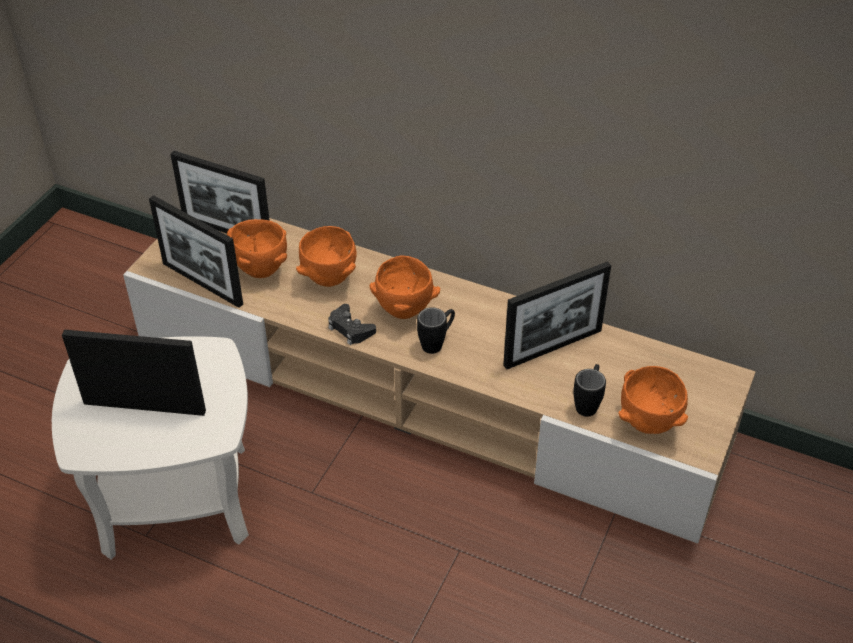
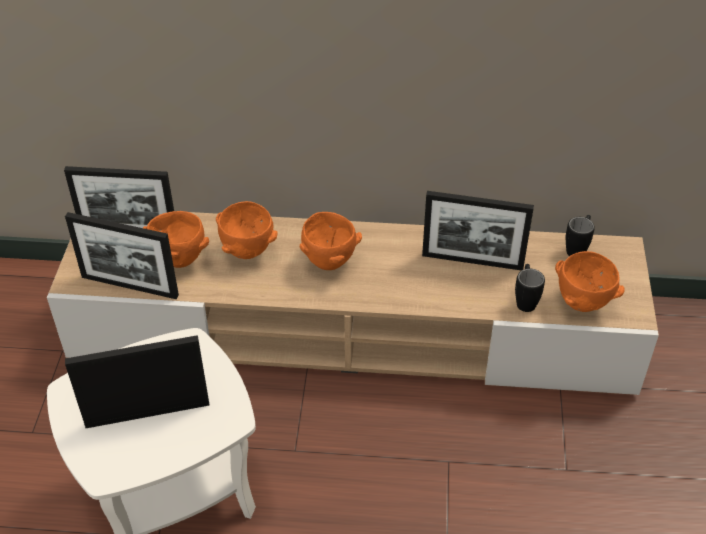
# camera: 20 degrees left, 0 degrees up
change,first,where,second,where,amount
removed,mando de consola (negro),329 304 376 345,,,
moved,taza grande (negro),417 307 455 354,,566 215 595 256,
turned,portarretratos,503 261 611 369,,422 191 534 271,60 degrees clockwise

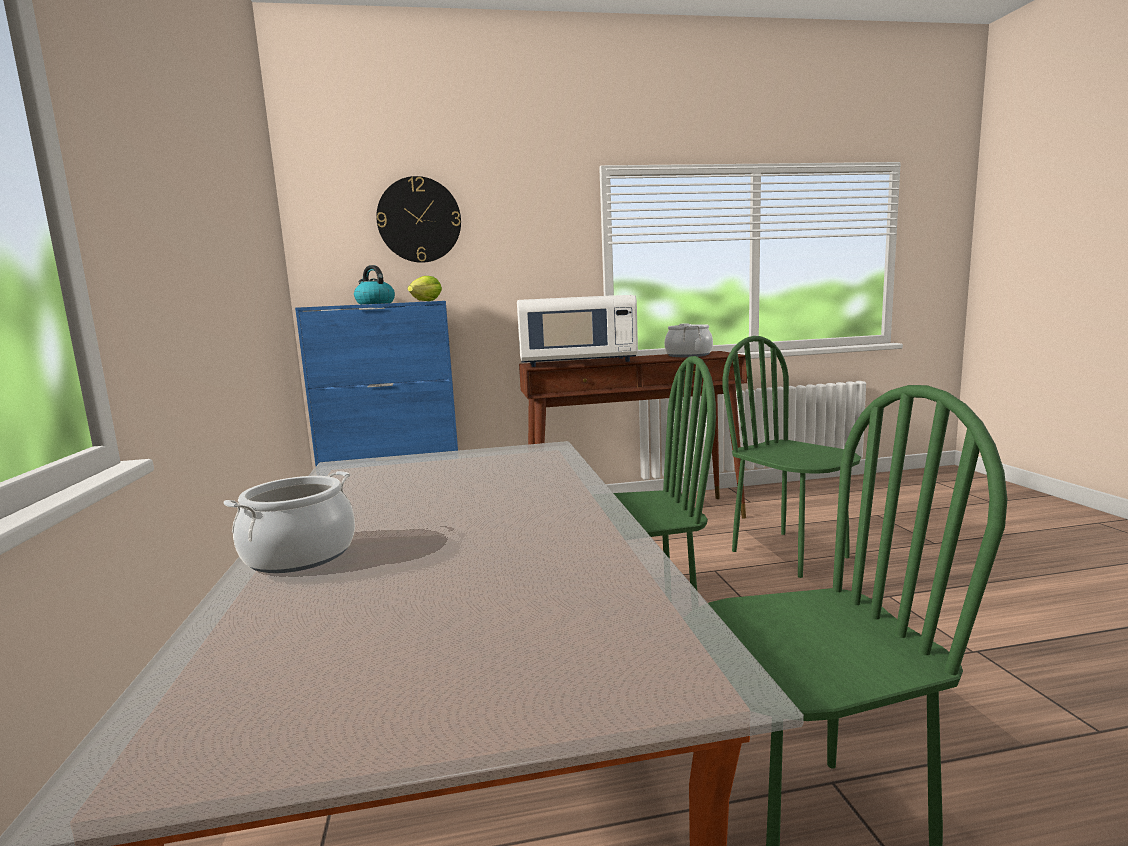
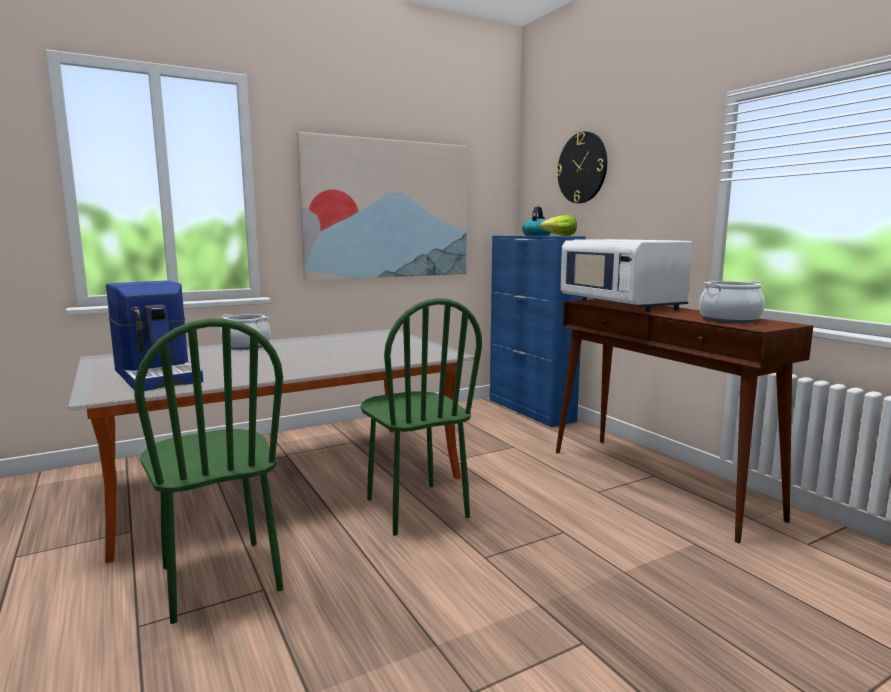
# camera: 70 degrees right, 0 degrees up
change,first,where,second,where,amount
removed,silla (verde),723 336 861 578,,,
added,,,cafetera,106 280 203 391,
added,,,cuadro,297 132 467 281,

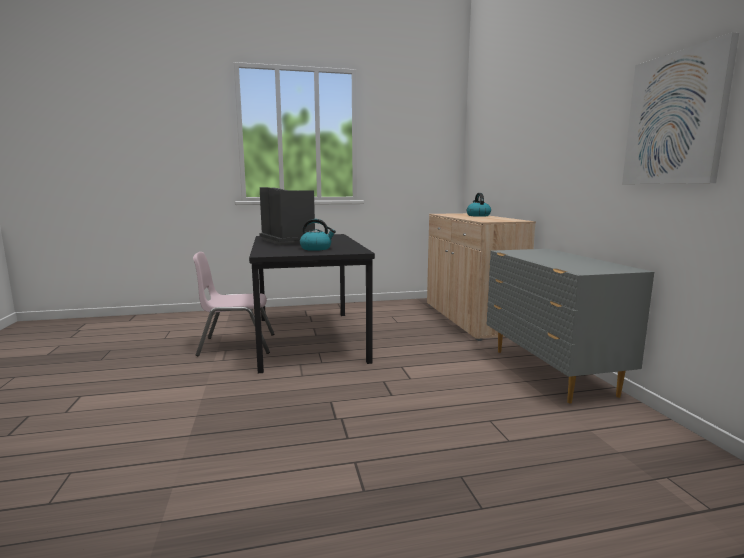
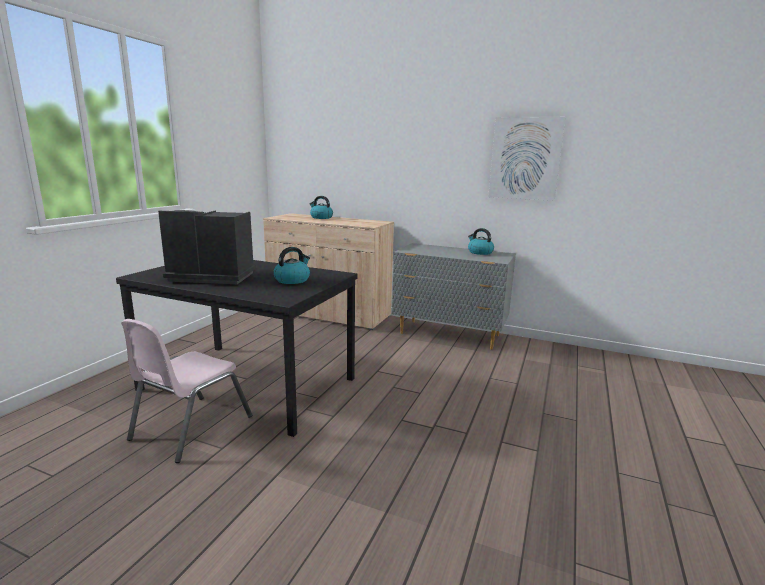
# camera: 55 degrees left, 5 degrees up
change,first,where,second,where,amount
added,,,hervidor,468 228 494 255,

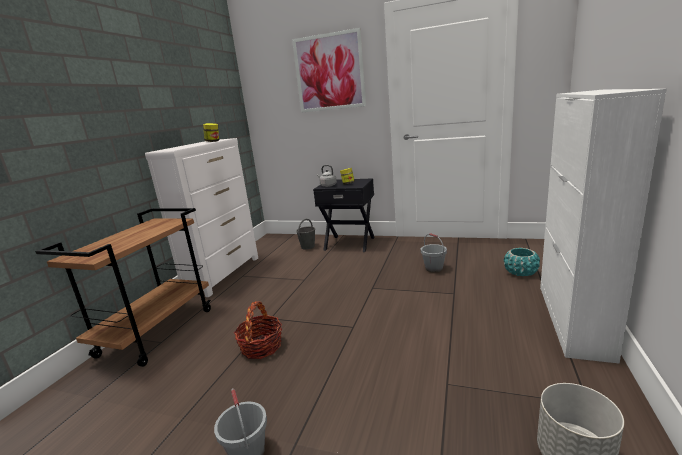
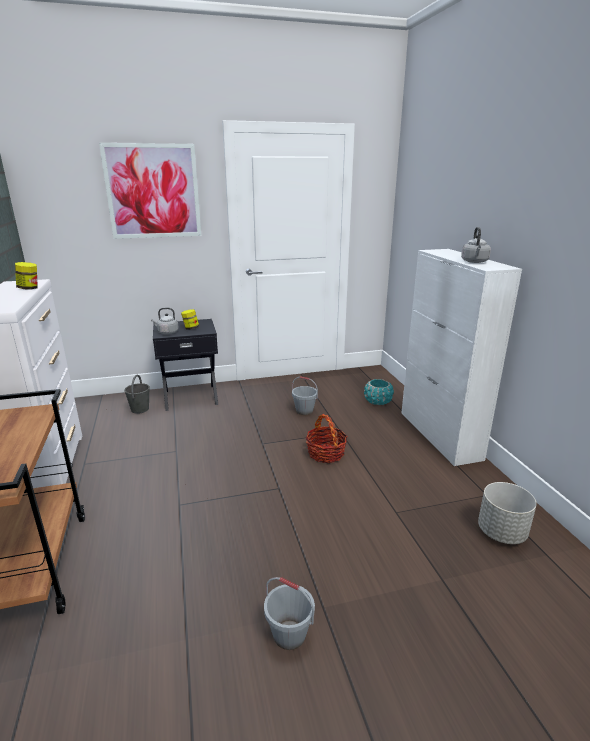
# camera: 35 degrees left, 5 degrees up
change,first,where,second,where,amount
moved,cesta,234 301 282 359,,305 414 347 463,
added,,,hervidor (gris),461 227 491 263,

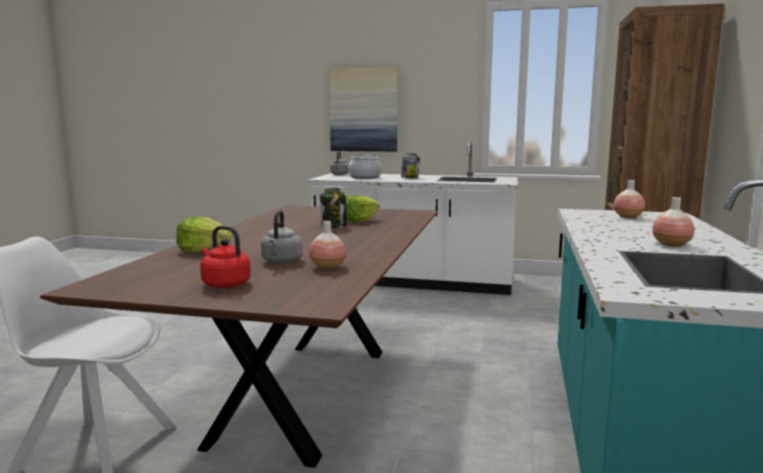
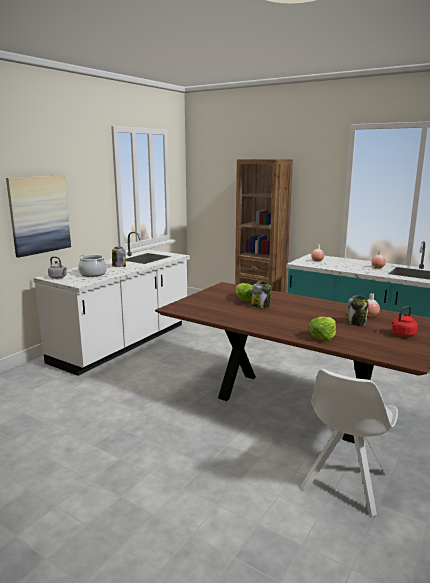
# camera: 70 degrees left, 5 degrees up
change,first,where,second,where,amount
replaced,hervidor (gris),261 210 303 264,tarro,347 295 369 326,

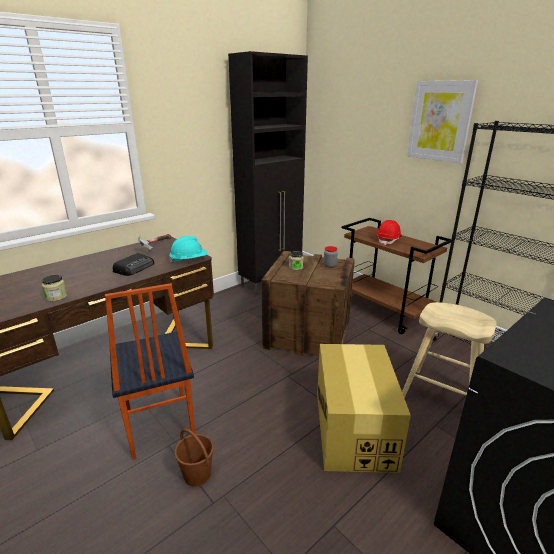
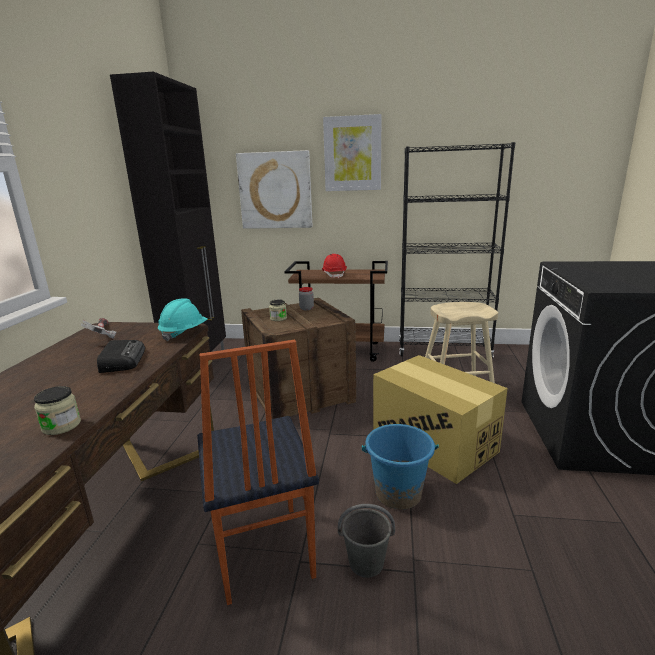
# camera: 40 degrees left, 5 degrees down
change,first,where,second,where,amount
turned,silla,105 283 195 460,,197 340 319 605,45 degrees clockwise
recoloured,cubo (marrón),175 428 214 487,cubo (gris),338 504 395 578,
added,,,cuadro,236 150 313 229,
added,,,cubo (azul),362 424 439 510,

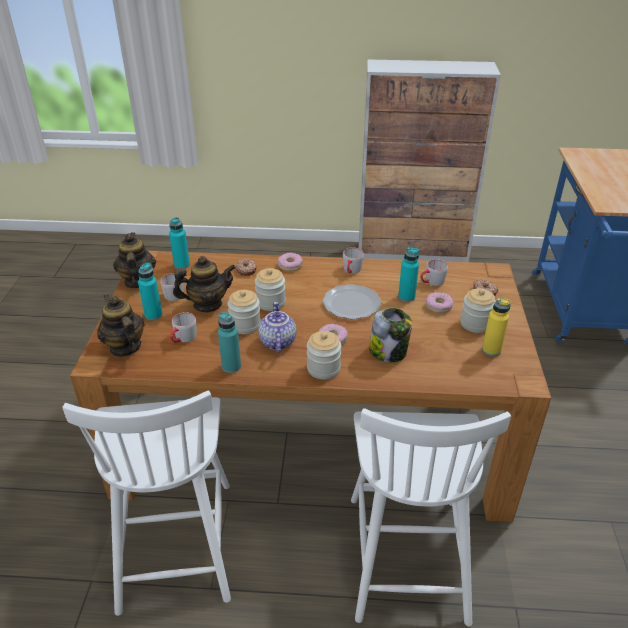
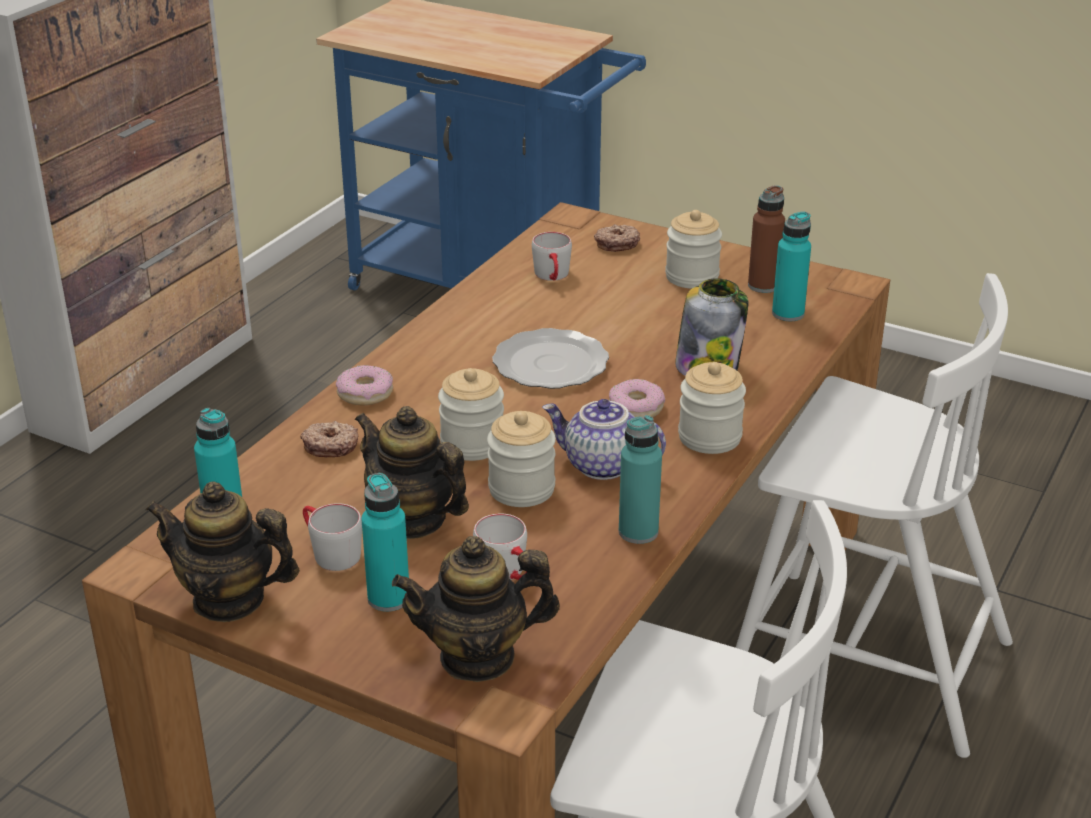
# camera: 65 degrees left, 5 degrees down
change,first,where,second,where,amount
turned,tetera,173 256 236 312,,355 406 469 539,60 degrees counterclockwise
removed,taza grande (gris),343 248 364 274,,,
moved,botella (turquesa),398 247 419 302,,772 211 811 321,
removed,rosquilla,426 292 454 313,,,
recoloured,botella (amarillo),482 298 511 356,botella (marrón),748 185 785 293,

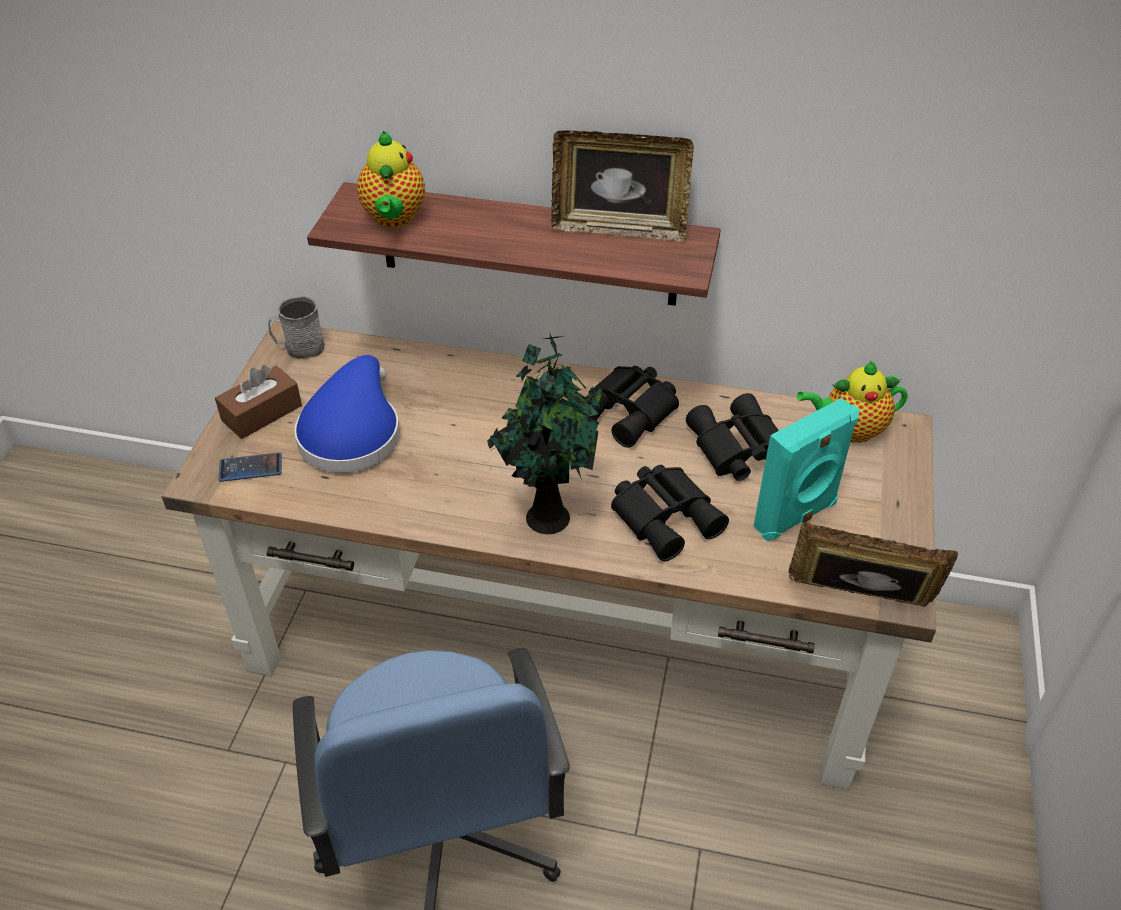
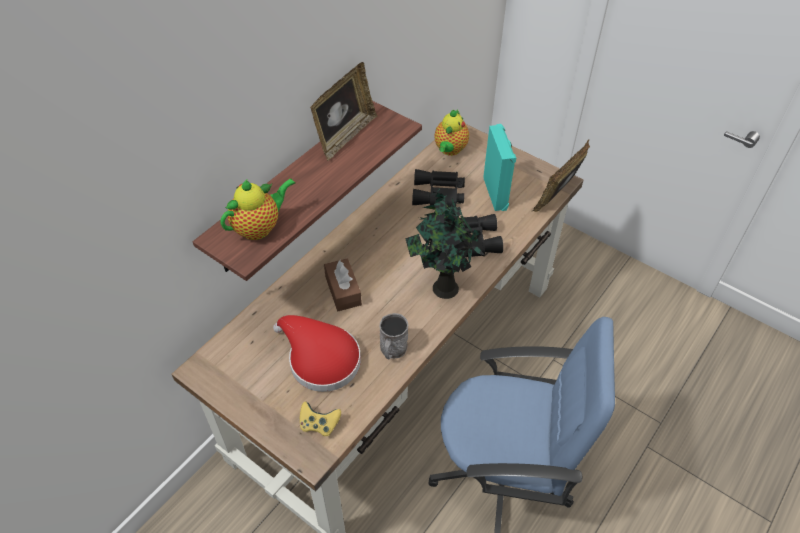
# camera: 65 degrees left, 5 degrees up
change,first,where,second,where,amount
moved,caja de pañuelos (marrón),215 365 302 439,,324 258 362 311,
replaced,móvil,219 452 282 482,mando de consola (amarillo),300 401 341 436,
moved,taza grande (gris),268 296 325 359,,380 313 408 359,
recoloured,sombrero (azul),294 355 400 473,sombrero (rojo),273 315 361 392,
turned,tetera,357 131 425 228,,220 178 295 240,60 degrees counterclockwise
removed,prismáticos (negro),586 366 679 448,,,

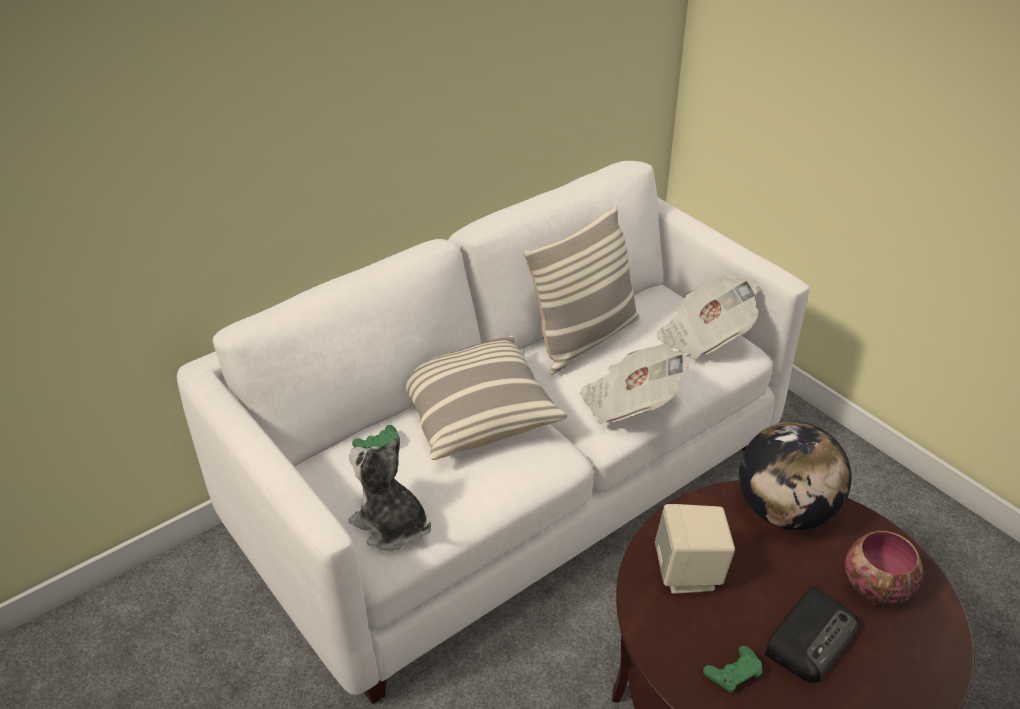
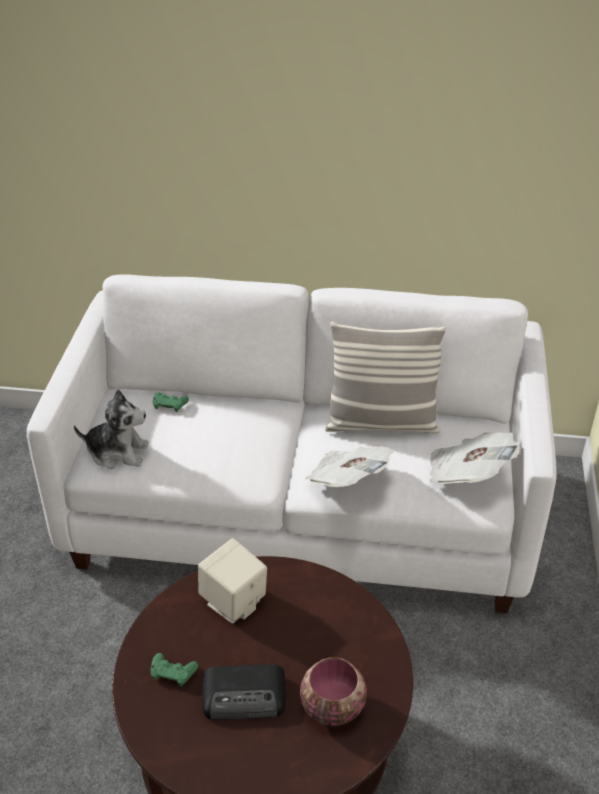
# camera: 45 degrees right, 0 degrees up
change,first,where,second,where,amount
turned,peluche,348 436 431 551,,74 389 149 469,105 degrees clockwise
removed,cojín,406 335 567 460,,,
removed,globo terráqueo,739 422 851 530,,,

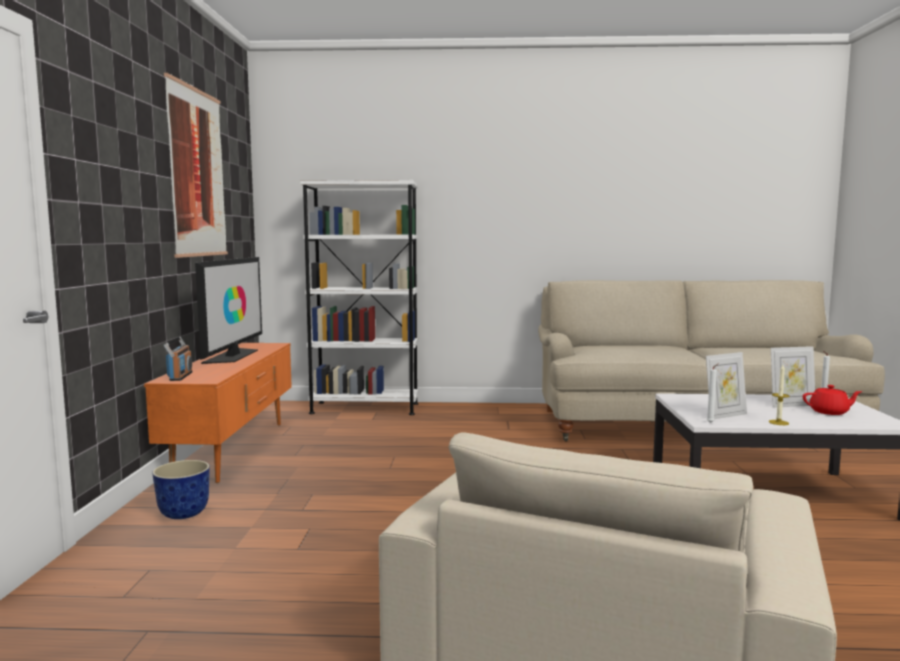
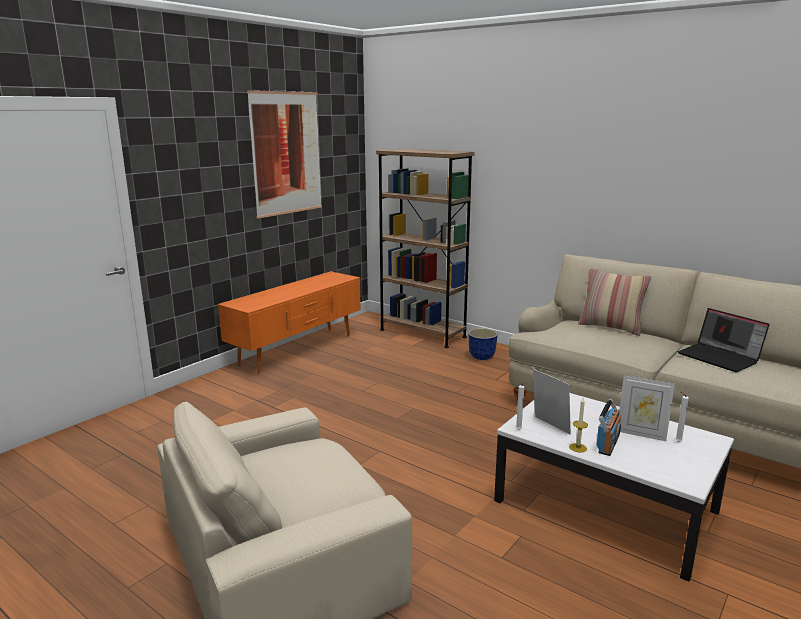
# camera: 35 degrees right, 10 degrees up
change,first,where,second,where,amount
moved,maceta,152 460 210 519,,468 328 498 360,
moved,radio,164 337 192 381,,597 399 621 456,
removed,televisor,195 257 262 364,,,
recoloured,estantería (blanco),300 180 419 415,estantería (marrón),376 149 475 348,
turned,portarretratos,706 352 747 419,,533 369 571 435,135 degrees counterclockwise
removed,tetera (rojo),803 385 862 415,,,
added,,,cojín,578 268 651 336,
added,,,portátil,678 308 770 372,

